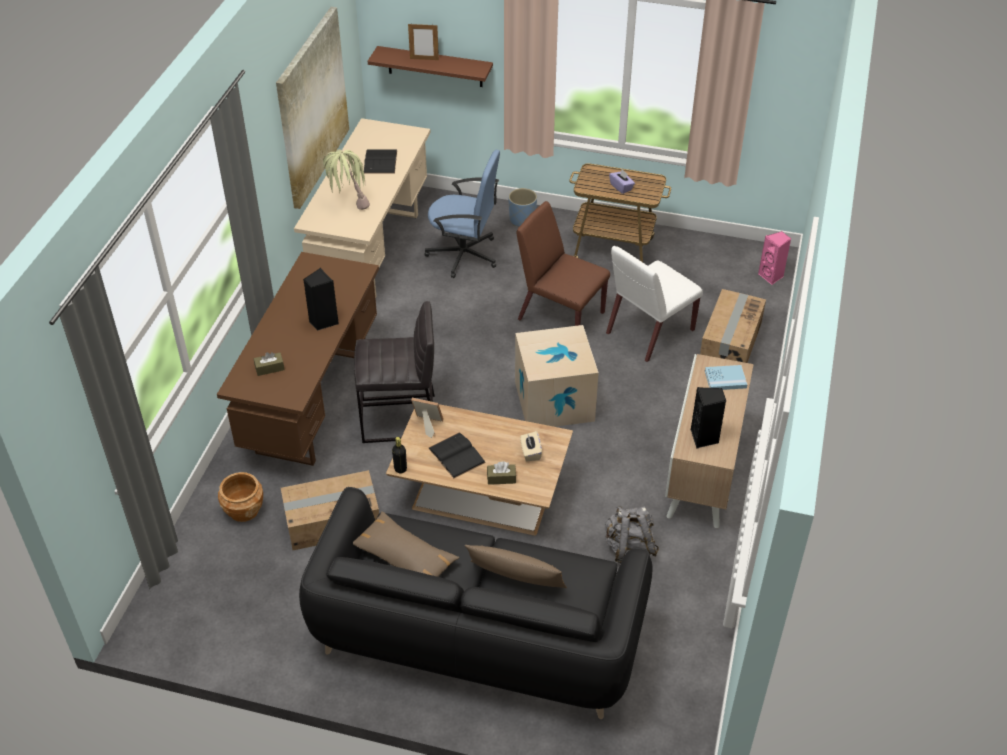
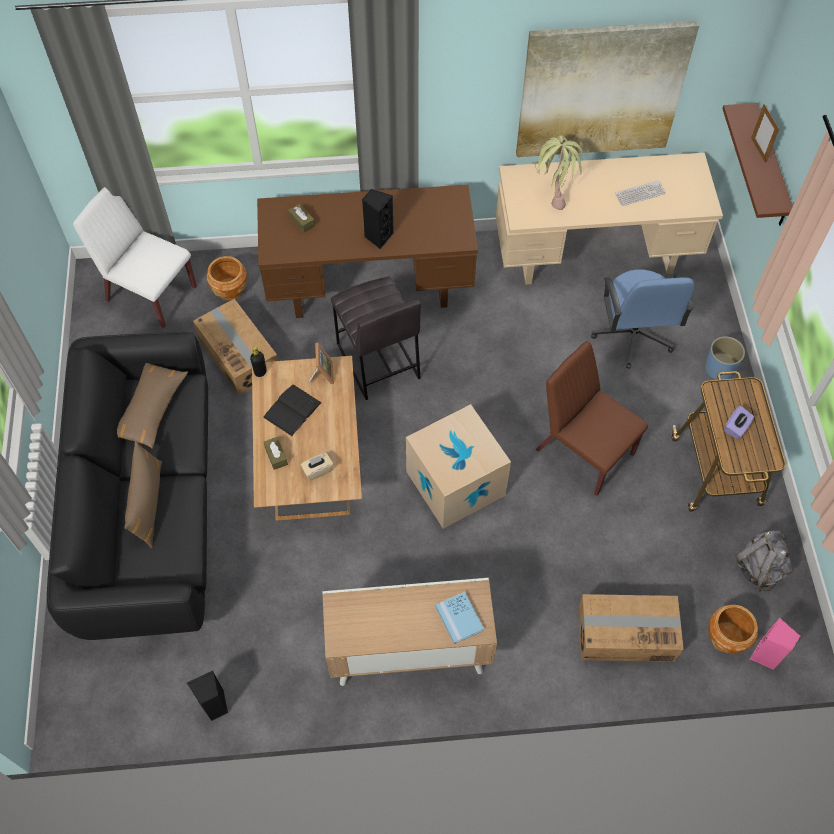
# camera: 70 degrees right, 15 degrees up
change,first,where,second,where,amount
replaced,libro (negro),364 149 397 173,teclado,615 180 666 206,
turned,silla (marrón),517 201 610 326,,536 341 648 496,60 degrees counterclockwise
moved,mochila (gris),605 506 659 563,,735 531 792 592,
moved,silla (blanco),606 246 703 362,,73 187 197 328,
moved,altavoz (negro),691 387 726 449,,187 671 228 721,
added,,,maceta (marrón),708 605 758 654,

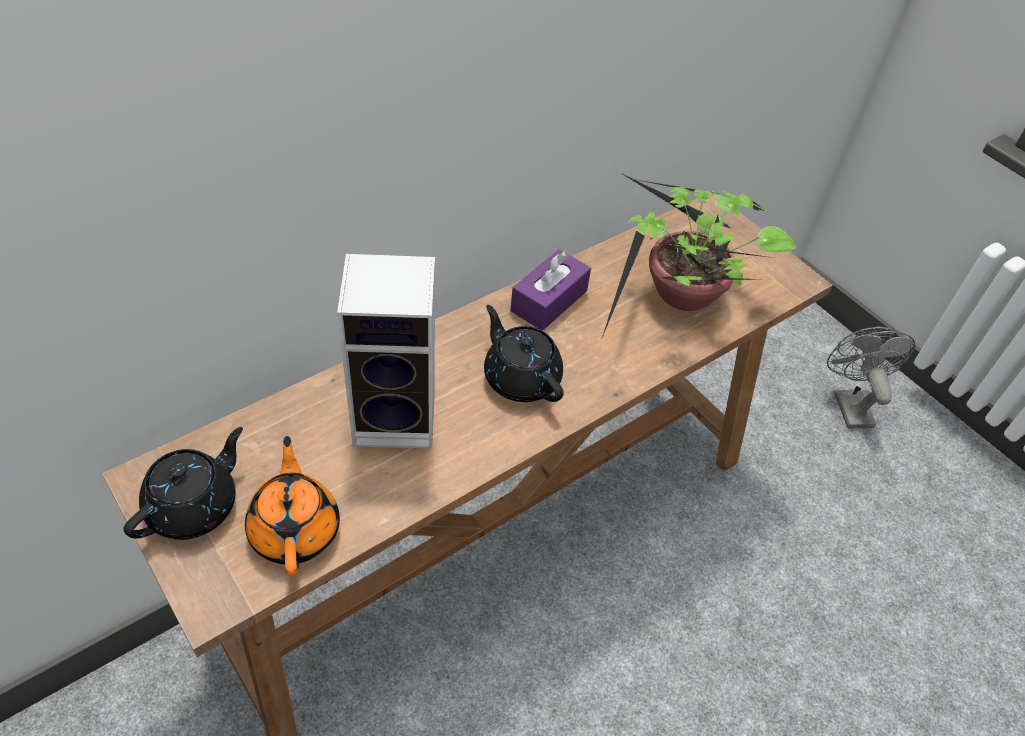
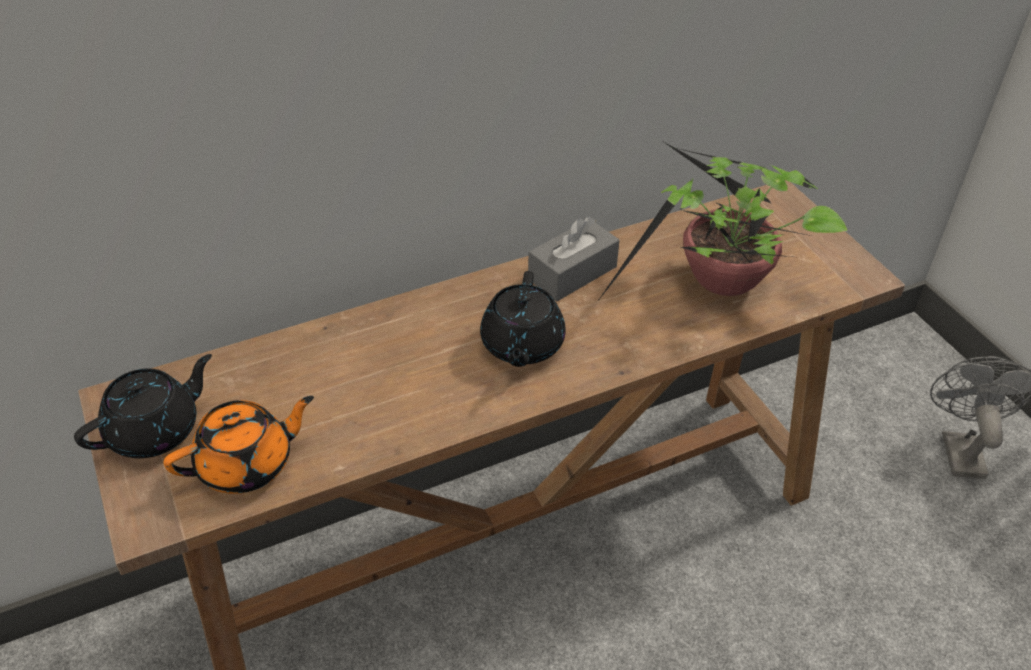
# camera: 15 degrees right, 5 degrees down
change,first,where,second,where,amount
turned,tetera (naranja),245 436 340 576,,163 396 314 494,60 degrees clockwise
removed,altavoz,337 254 435 448,,,
turned,tetera (negro),484 305 564 402,,480 271 566 367,150 degrees counterclockwise
recoloured,caja de pañuelos (morado),510 249 591 331,caja de pañuelos (gris),528 216 620 301,

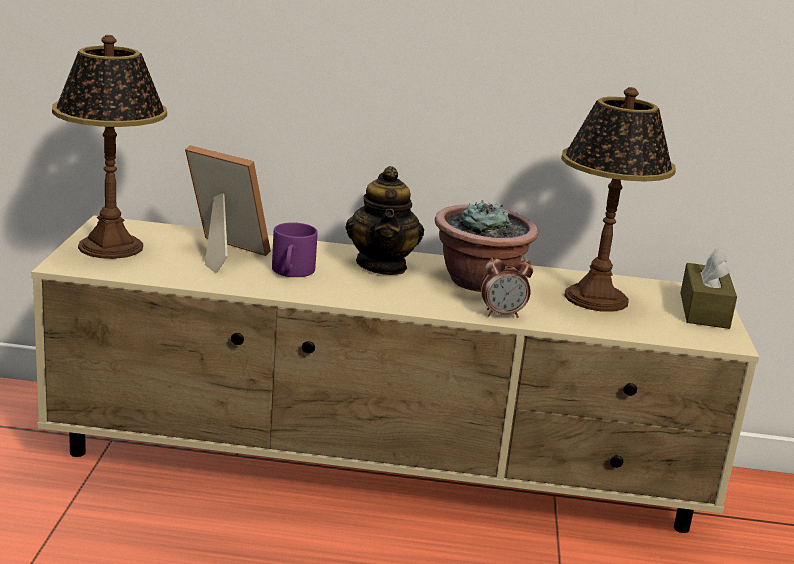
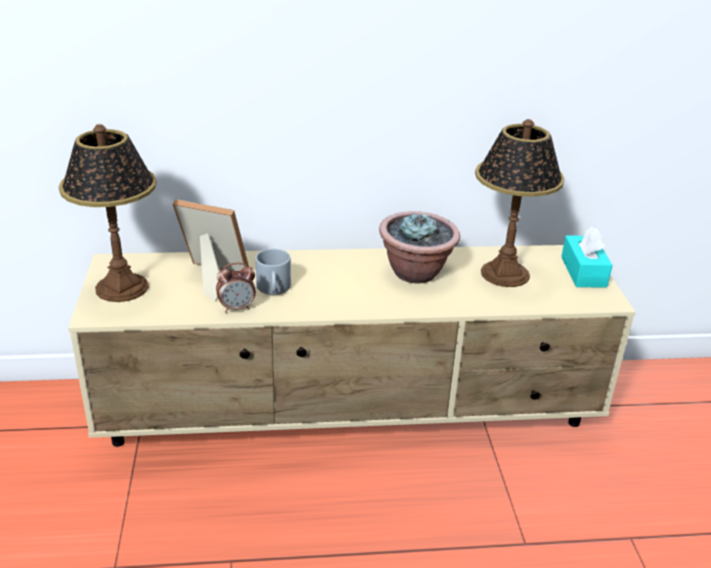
# camera: 10 degrees left, 10 degrees up
change,first,where,second,where,amount
recoloured,taza grande (morado),272 223 318 277,taza grande (gris),255 249 291 295,
removed,tetera,346 166 424 275,,,
moved,despertador,480 252 533 318,,216 263 256 313,
recoloured,caja de pañuelos (marrón),680 248 737 329,caja de pañuelos (turquesa),561 226 613 288,

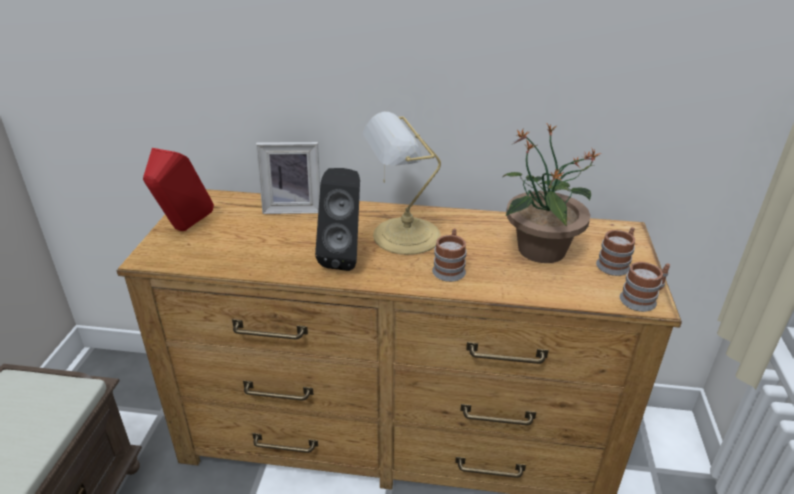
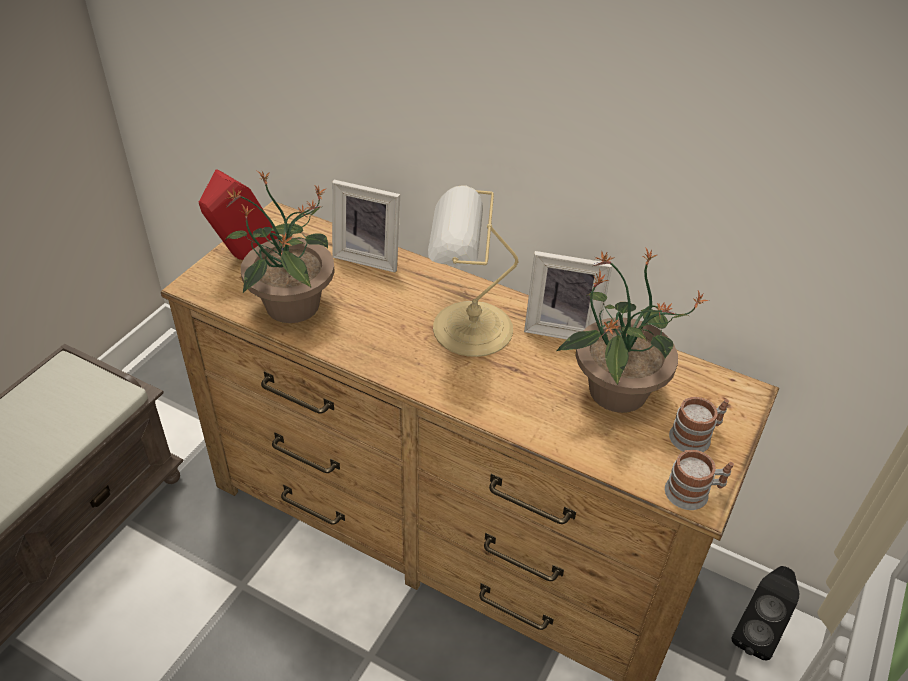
# camera: 20 degrees right, 10 degrees up
change,first,where,second,where,amount
moved,altavoz (negro),315 168 360 271,,731 566 799 660,
removed,taza grande,432 228 467 282,,,
added,,,planta en maceta,225 171 335 323,
added,,,portarretratos,524 251 612 340,

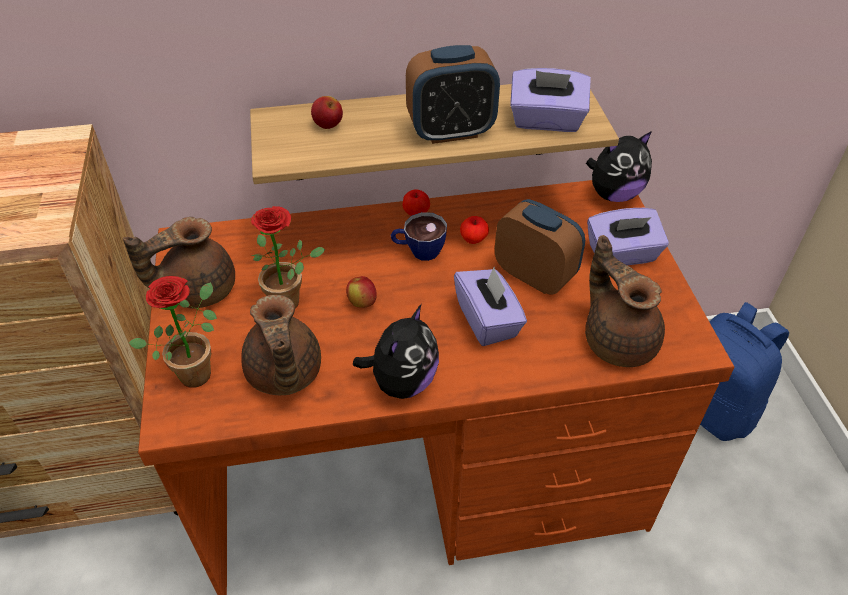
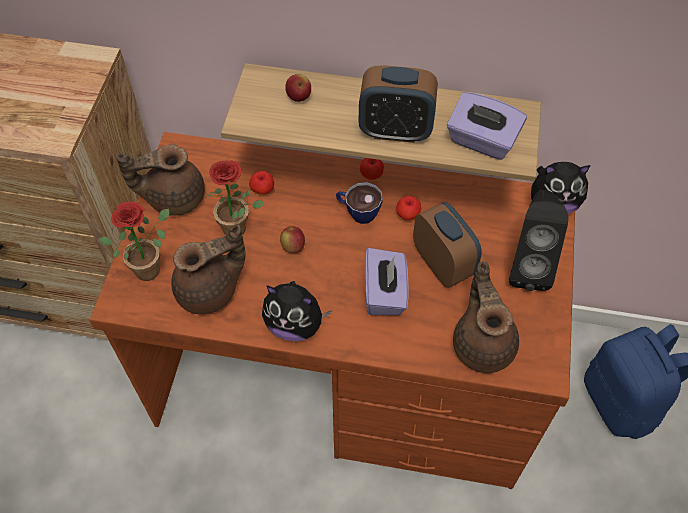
# camera: 20 degrees right, 10 degrees up
change,first,where,second,where,amount
turned,tetera (marrón),241 295 321 395,,171 225 245 315,120 degrees counterclockwise
turned,peluche,353 304 439 399,,262 281 332 341,60 degrees clockwise
replaced,caja de pañuelos (morado),587 208 669 265,altavoz (negro),509 190 568 291,
added,,,manzana,249 171 274 194,

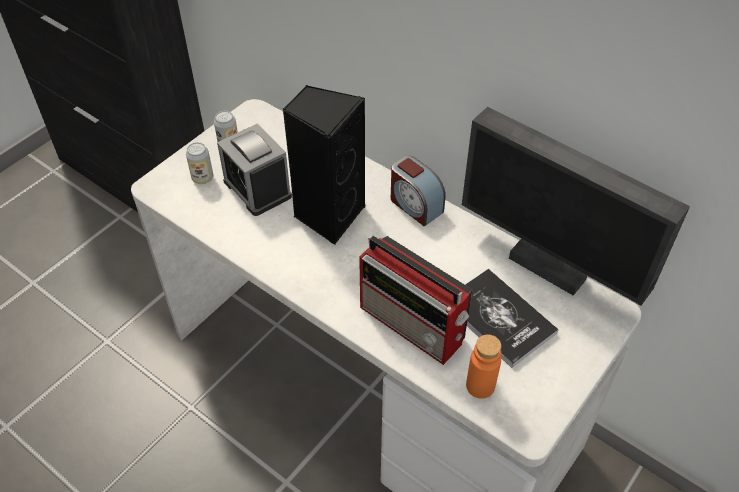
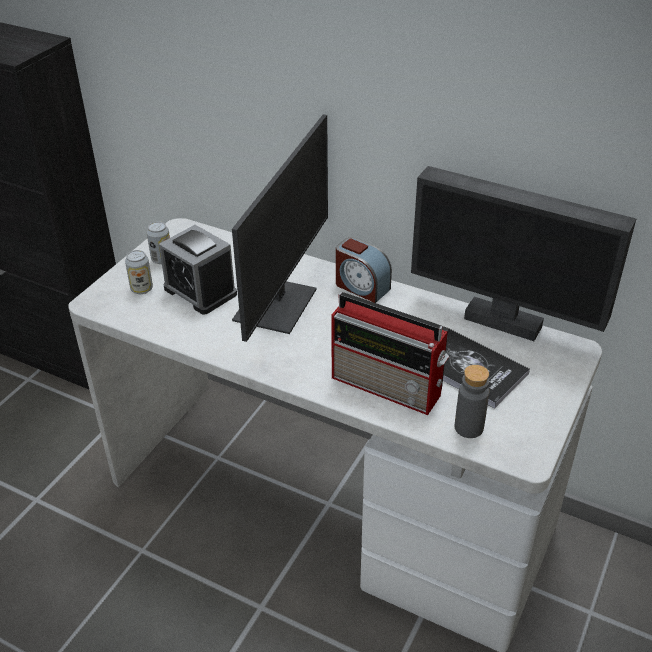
# camera: 10 degrees left, 10 degrees down
change,first,where,second,where,amount
replaced,altavoz (negro),282 84 366 245,monitor,232 114 328 342,
recoloured,botella (naranja),466 335 501 399,botella (gris),455 365 489 438,

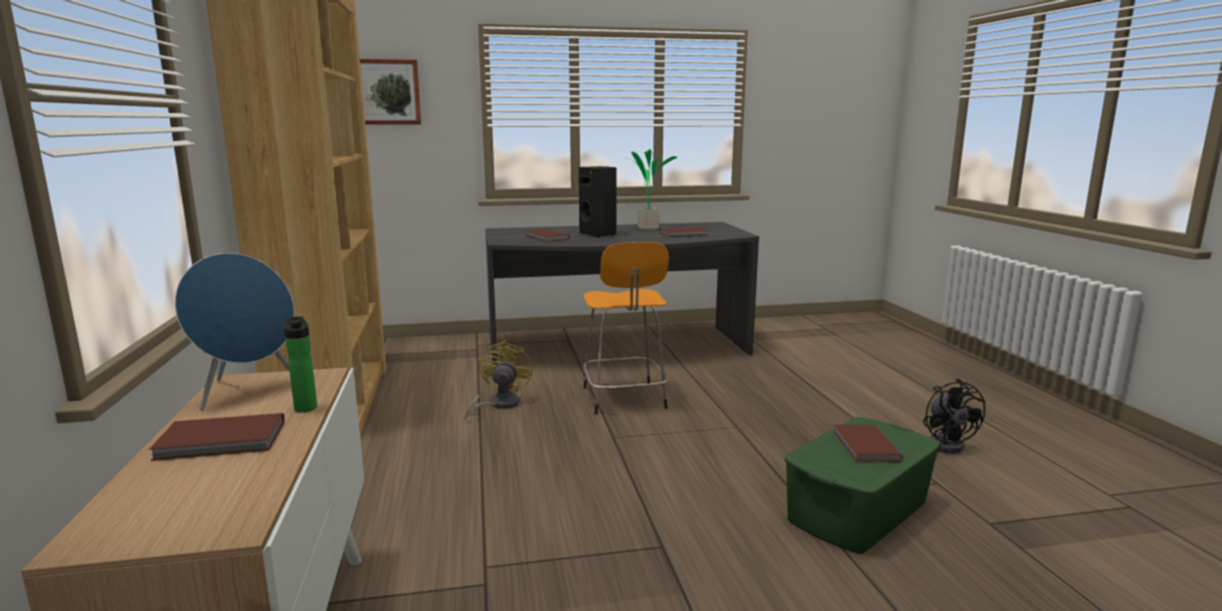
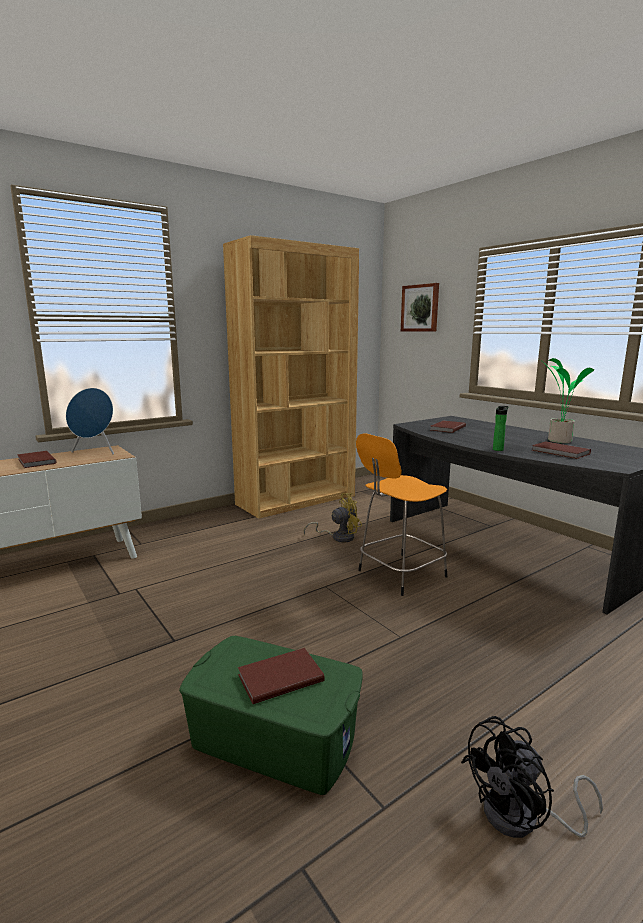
# camera: 65 degrees right, 0 degrees up
change,first,where,second,where,amount
moved,botella,284 316 317 412,,493 406 508 451,
removed,altavoz (negro),579 166 617 238,,,

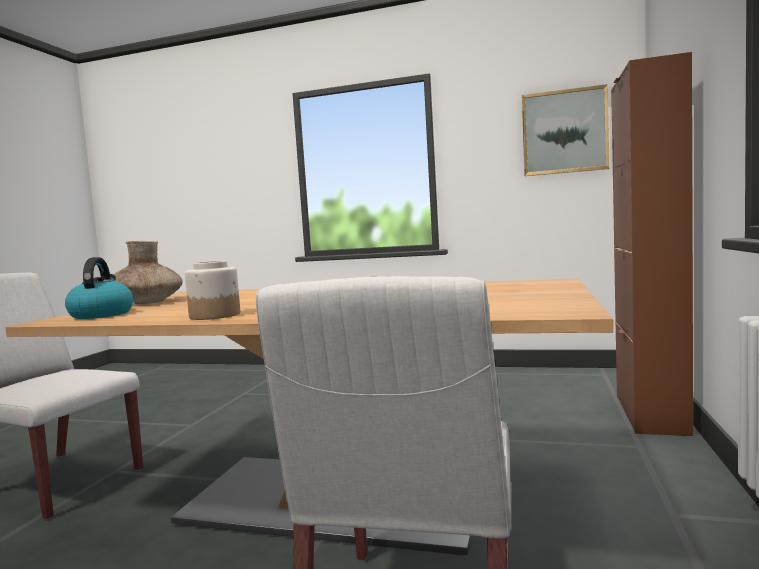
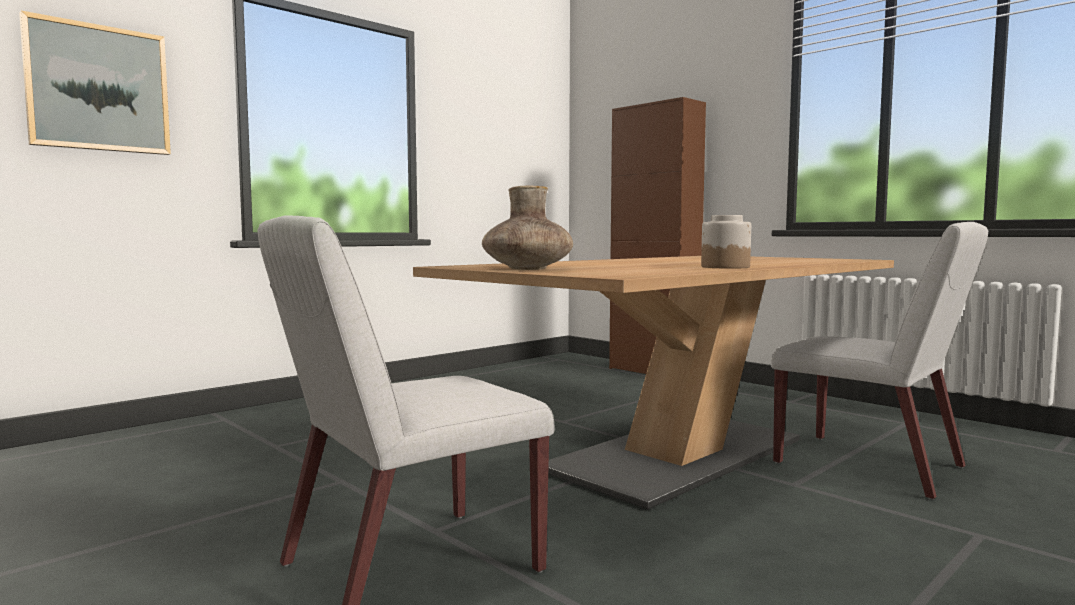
# camera: 60 degrees left, 0 degrees up
change,first,where,second,where,amount
removed,hervidor,65 257 133 319,,,
moved,cuadro,522 84 609 176,,19 11 171 155,

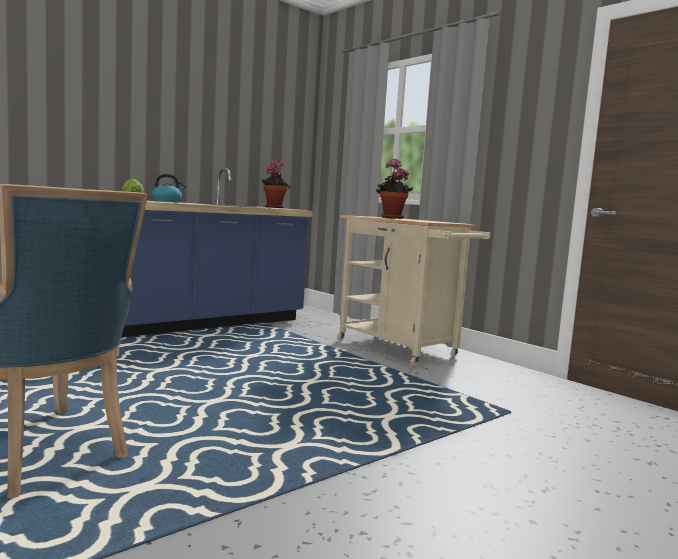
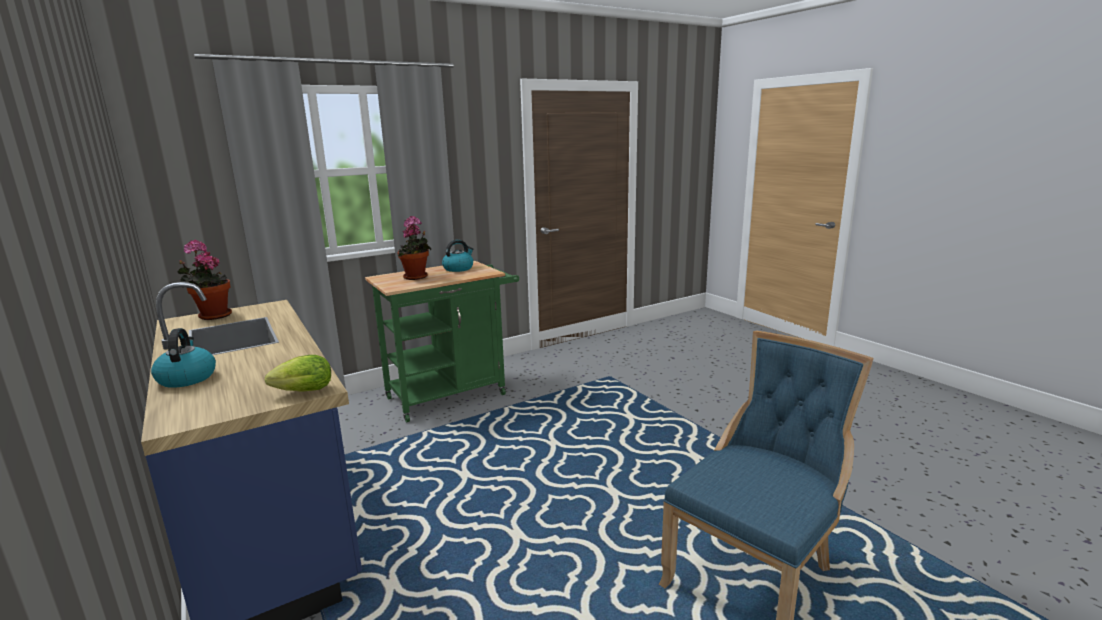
# camera: 80 degrees left, 10 degrees up
change,first,where,second,where,amount
recoloured,carrito (beis),337 215 490 366,carrito (verde),365 261 519 422,
added,,,hervidor,442 240 474 272,

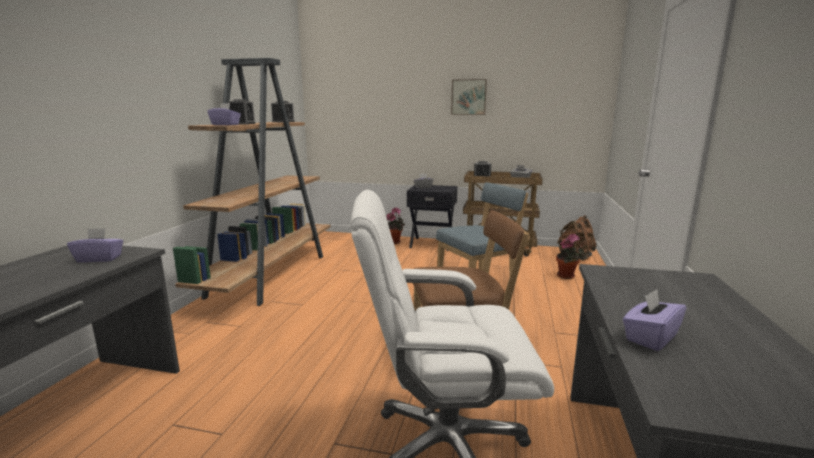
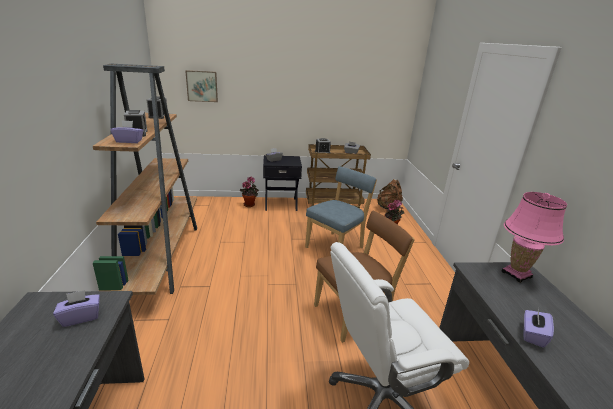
# camera: 20 degrees left, 10 degrees up
change,first,where,second,where,amount
moved,cuadro,451 79 487 115,,185 70 218 102,
added,,,lámpara de mesa (rosa),501 192 567 283,

